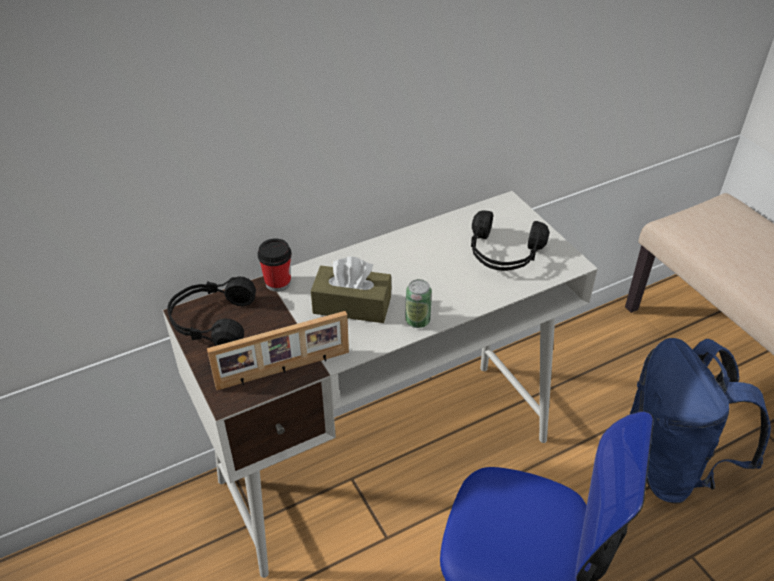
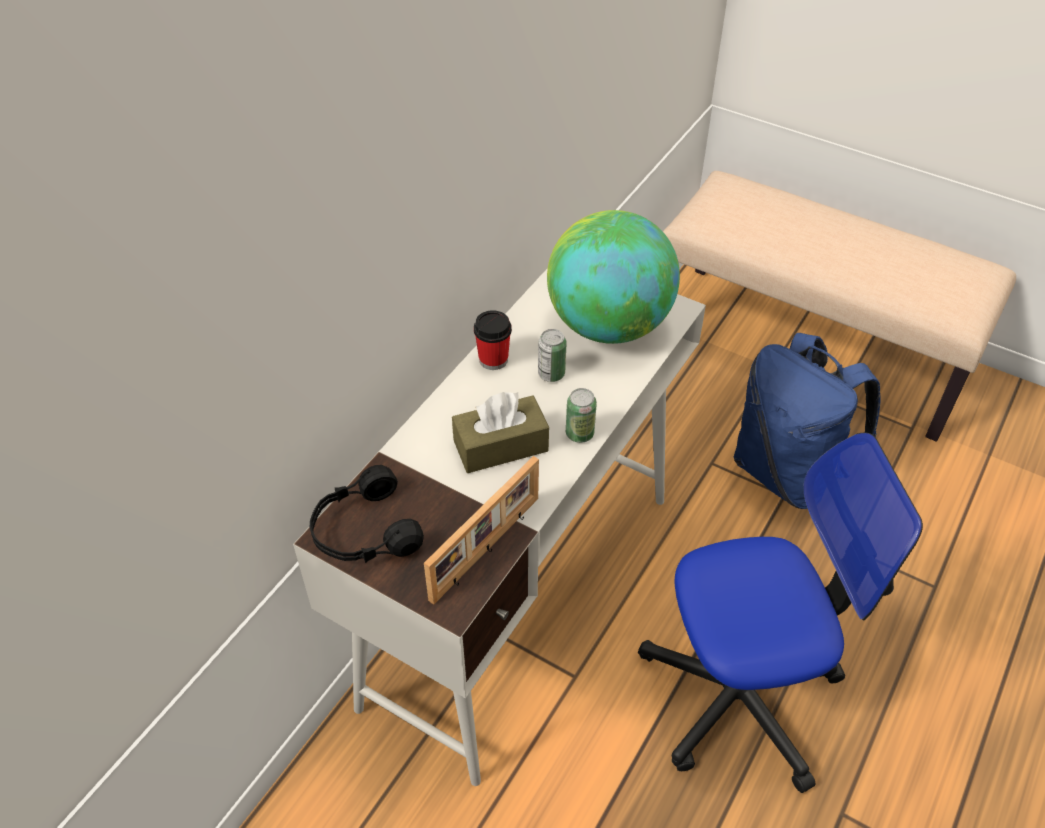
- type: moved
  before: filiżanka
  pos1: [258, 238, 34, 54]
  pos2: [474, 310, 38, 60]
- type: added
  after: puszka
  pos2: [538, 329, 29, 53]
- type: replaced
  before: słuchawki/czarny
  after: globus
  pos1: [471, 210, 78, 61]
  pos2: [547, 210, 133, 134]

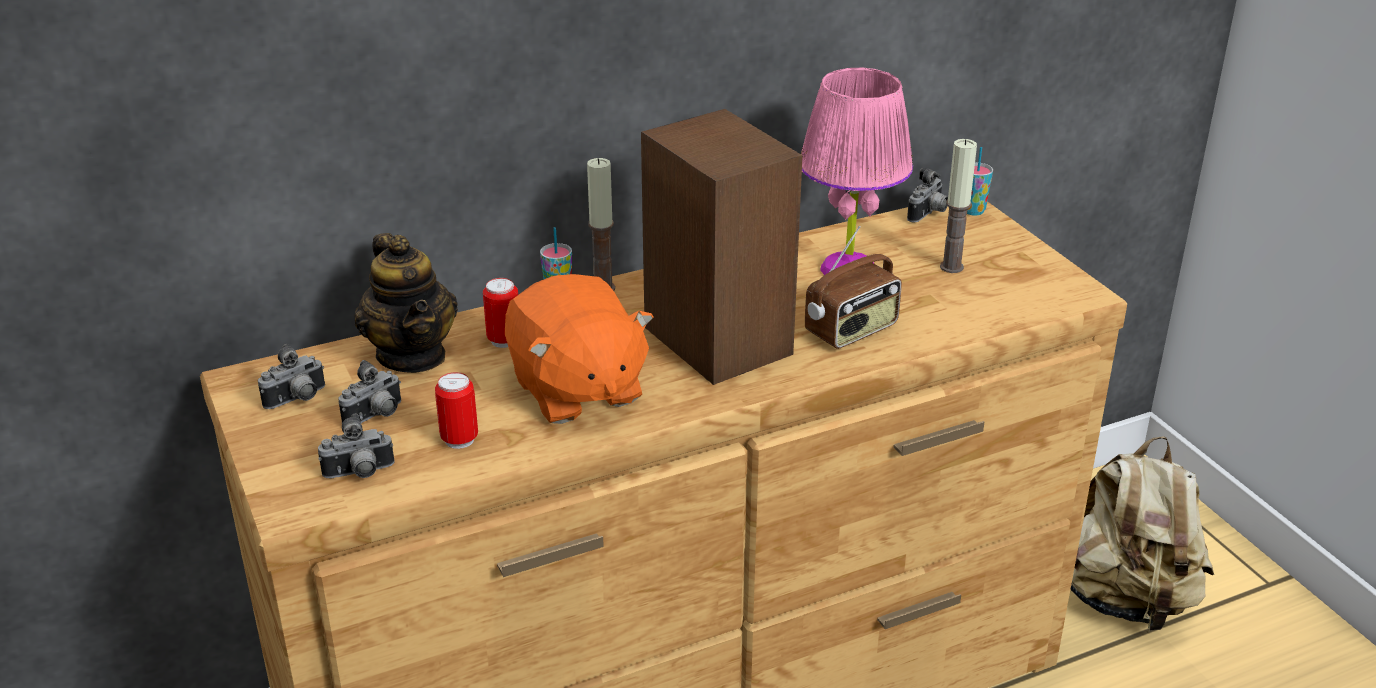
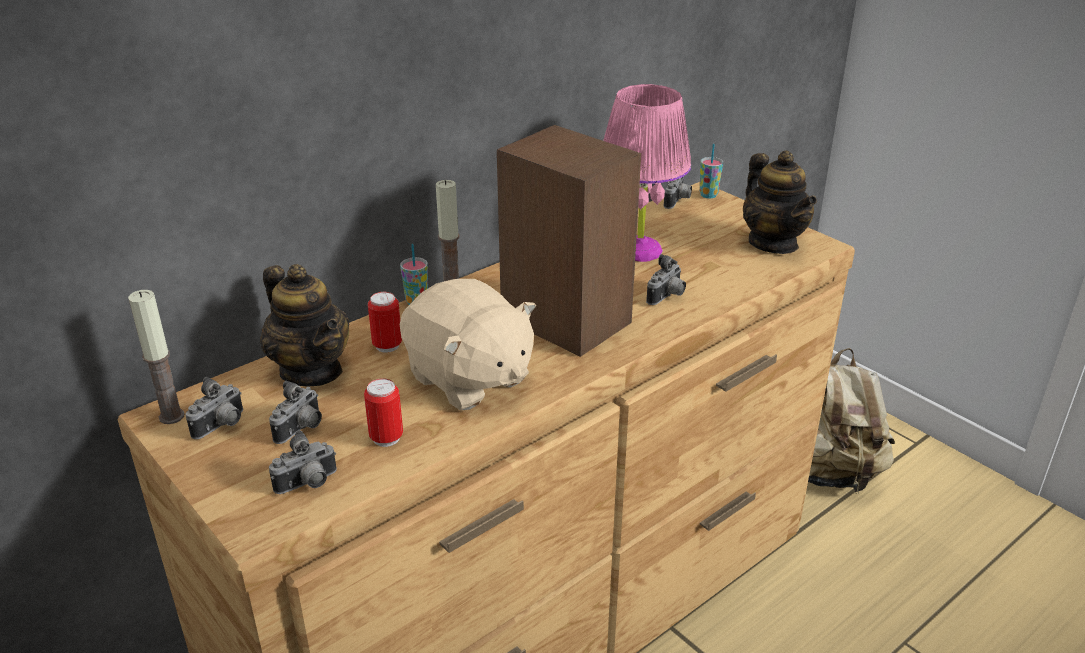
- type: moved
  before: świeca
  pos1: [940, 139, 37, 134]
  pos2: [128, 290, 57, 134]
- type: recoloured
  before: pluszak/pomarańczowy
  after: pluszak/beżowy
  pos1: [505, 274, 148, 150]
  pos2: [400, 279, 136, 131]
- type: replaced
  before: radio
  after: aparat fotograficzny
  pos1: [805, 226, 97, 123]
  pos2: [646, 254, 40, 51]
- type: added
  after: imbryk
  pos2: [743, 150, 74, 104]

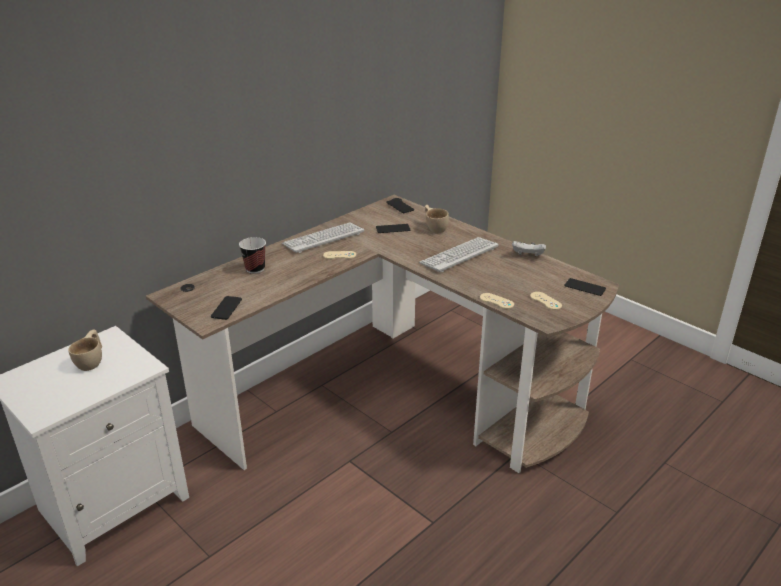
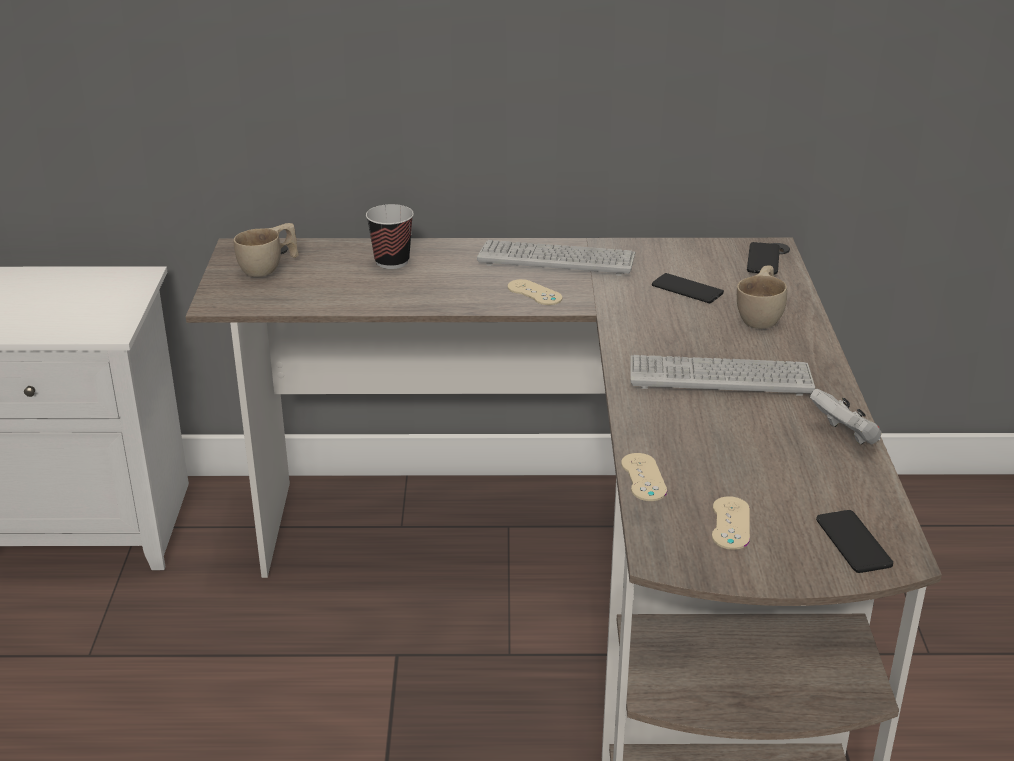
- type: moved
  before: filiżanka/beżowy
  pos1: [68, 329, 34, 42]
  pos2: [233, 223, 66, 54]
- type: removed
  before: telefon
  pos1: [211, 296, 31, 24]

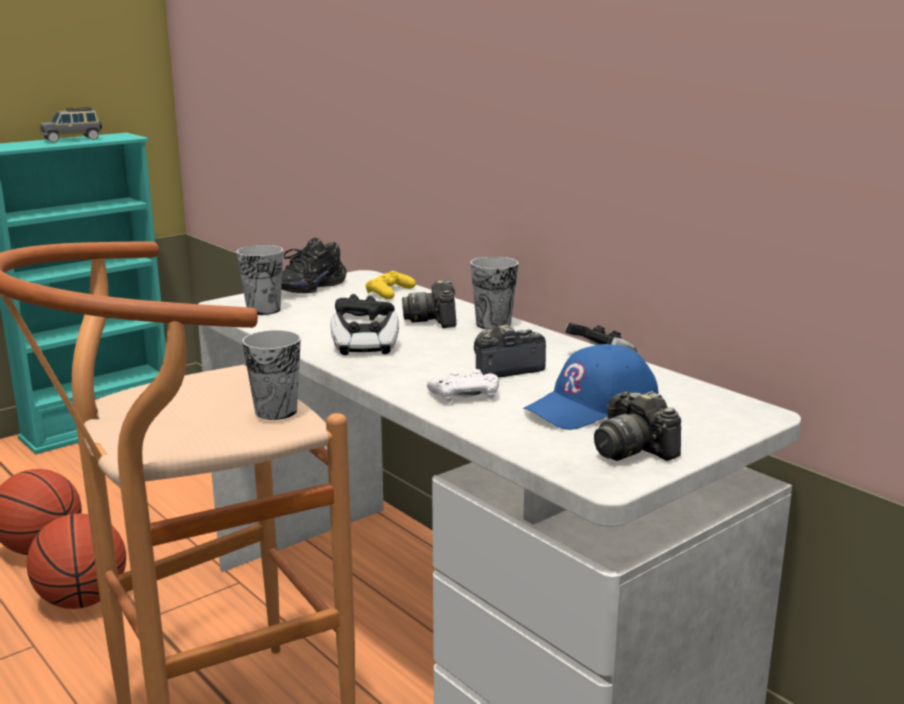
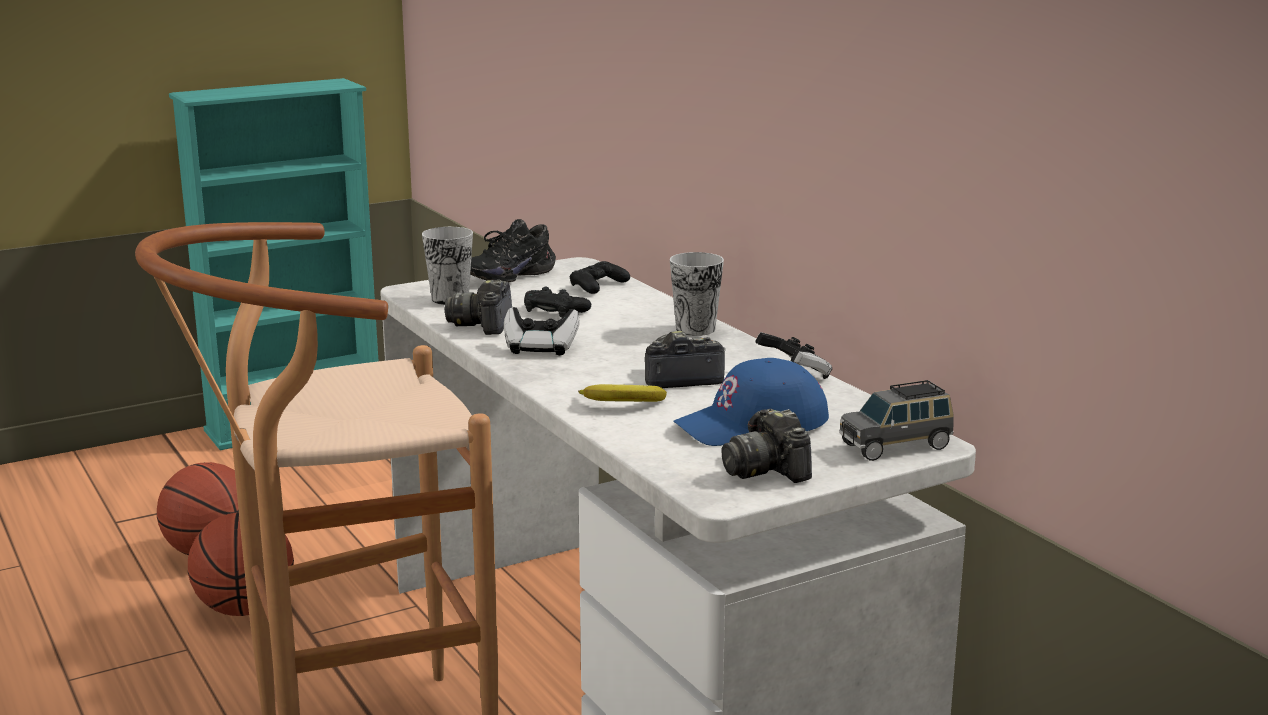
- type: moved
  before: aparat fotograficzny
  pos1: [402, 280, 54, 48]
  pos2: [445, 280, 67, 55]
- type: recoloured
  before: pad do gier/żółty
  after: pad do gier/czarny
  pos1: [366, 271, 50, 28]
  pos2: [570, 261, 60, 33]
- type: replaced
  before: pad do gier/biały
  after: banan
  pos1: [427, 369, 72, 34]
  pos2: [578, 384, 89, 18]
- type: moved
  before: samochodzik/szary
  pos1: [40, 107, 62, 35]
  pos2: [839, 380, 115, 81]
- type: removed
  before: filiżanka
  pos1: [242, 330, 59, 90]

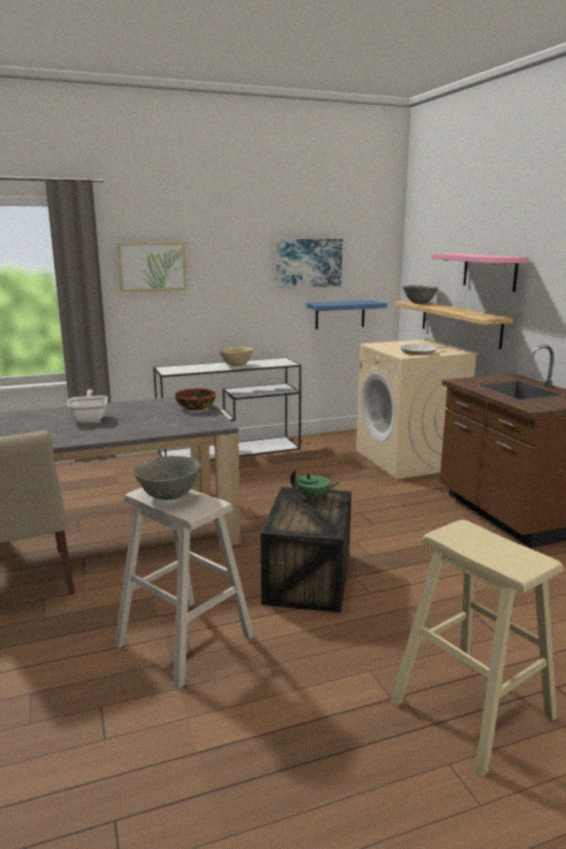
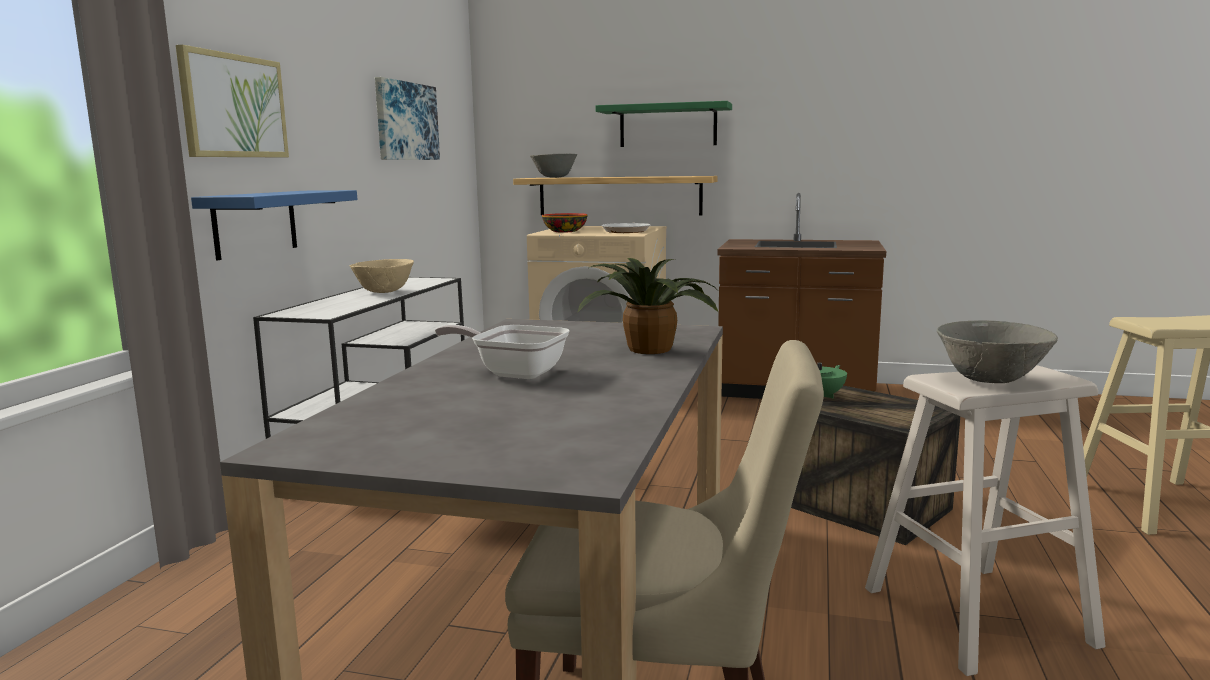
- type: moved
  before: półka/niebieski
  pos1: [307, 300, 80, 29]
  pos2: [191, 190, 166, 71]
- type: moved
  before: miska
  pos1: [175, 388, 41, 22]
  pos2: [542, 213, 45, 19]
- type: added
  after: roślina doniczkowa
  pos2: [577, 258, 141, 96]
- type: recoloured
  before: półka/różowy
  after: półka/zielony
  pos1: [432, 253, 96, 39]
  pos2: [596, 101, 136, 46]

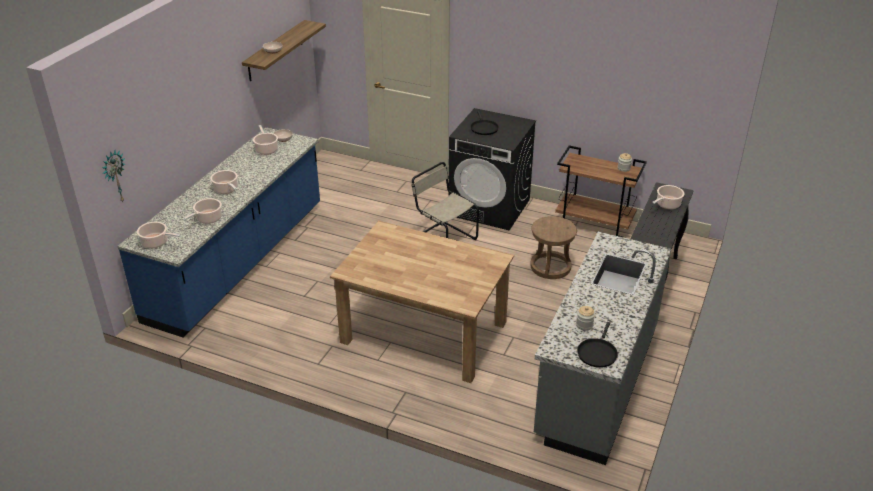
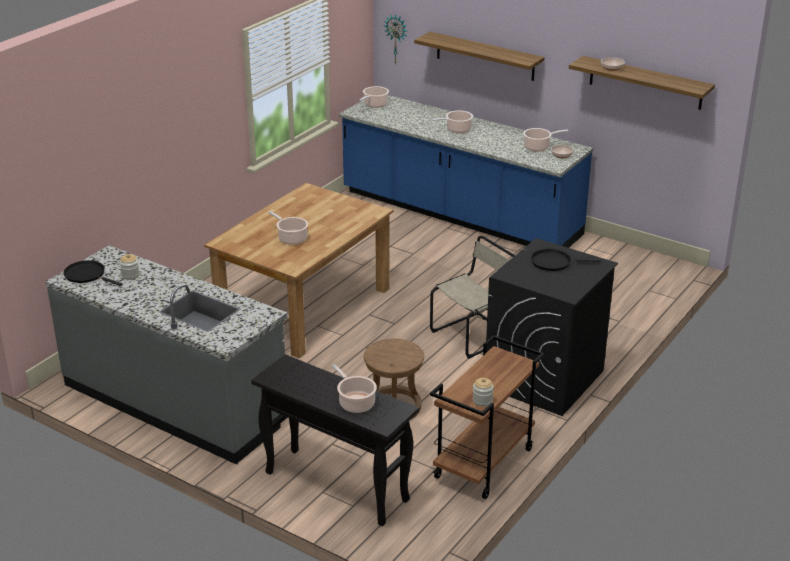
- type: moved
  before: garnek
  pos1: [182, 198, 40, 26]
  pos2: [268, 211, 40, 34]
- type: added
  after: półka
  pos2: [414, 32, 130, 49]

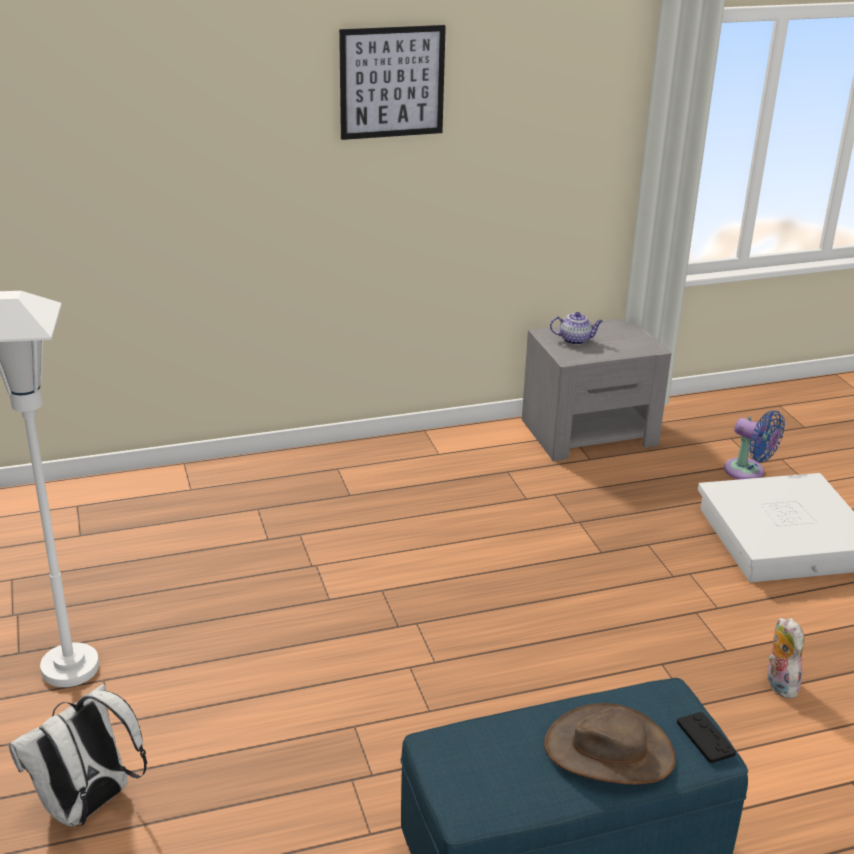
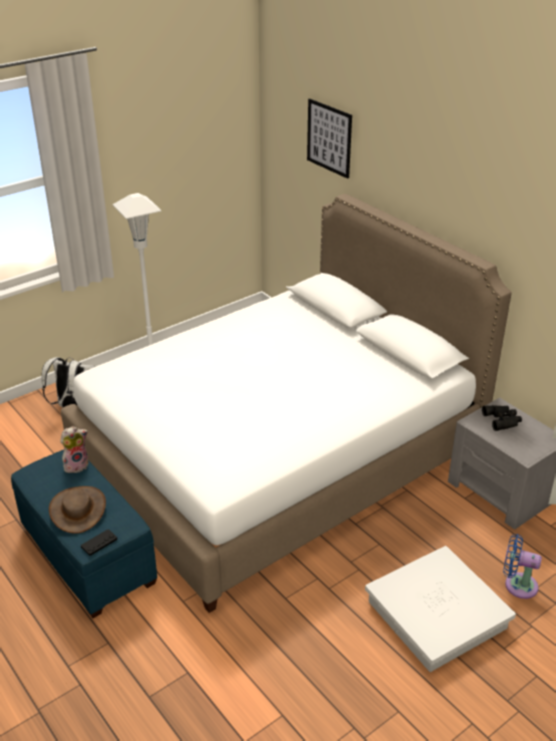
- type: moved
  before: pluszak
  pos1: [766, 618, 38, 81]
  pos2: [60, 426, 28, 47]
- type: added
  after: łóżko/biały
  pos2: [61, 194, 451, 419]
- type: moved
  before: obraz
  pos1: [339, 25, 107, 115]
  pos2: [307, 99, 45, 80]
- type: replaced
  before: imbryk
  after: lornetka/czarny
  pos1: [550, 312, 53, 33]
  pos2: [482, 405, 40, 26]
- type: turned
  before: wentylator/niebieski
  pos1: [724, 411, 61, 68]
  pos2: [503, 534, 39, 65]
  turn: 90

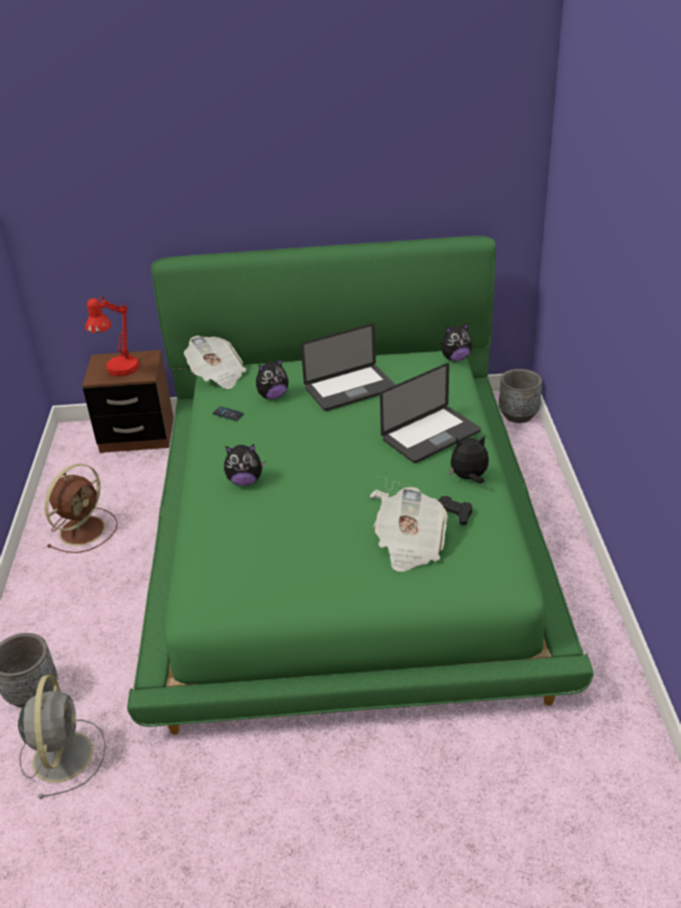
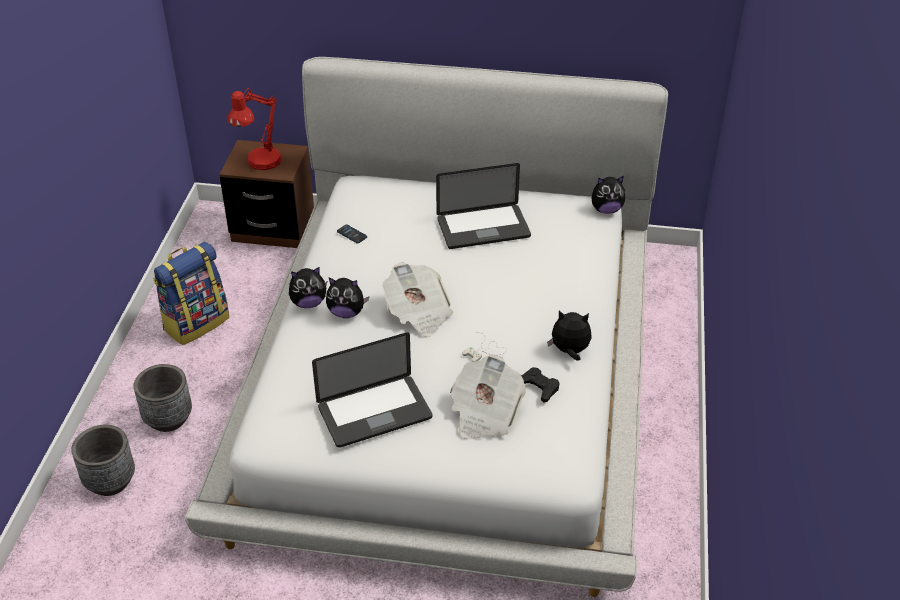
- type: moved
  before: donica/szary
  pos1: [499, 369, 43, 54]
  pos2: [134, 364, 58, 68]
- type: replaced
  before: wentylator/brązowy
  after: plecak
  pos1: [45, 464, 73, 89]
  pos2: [153, 242, 76, 103]
- type: recoloured
  before: łóżko/zielony
  after: łóżko/biały
  pos1: [127, 236, 467, 499]
  pos2: [185, 57, 483, 540]
- type: moved
  before: pluszak
  pos1: [256, 358, 33, 41]
  pos2: [289, 266, 38, 42]
- type: moved
  before: laptop
  pos1: [380, 363, 101, 100]
  pos2: [312, 332, 120, 116]
- type: moved
  before: gazeta
  pos1: [184, 336, 63, 53]
  pos2: [382, 262, 71, 75]
- type: removed
  before: wentylator/szary
  pos1: [18, 675, 88, 124]

